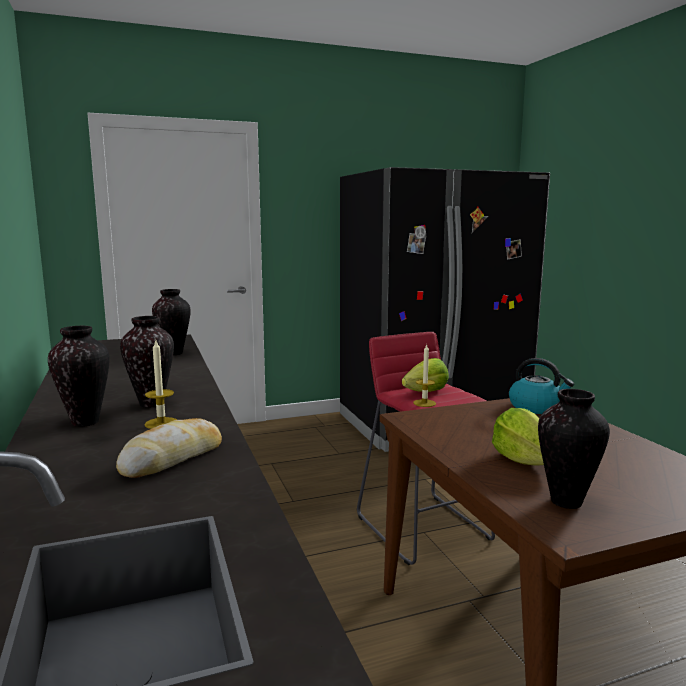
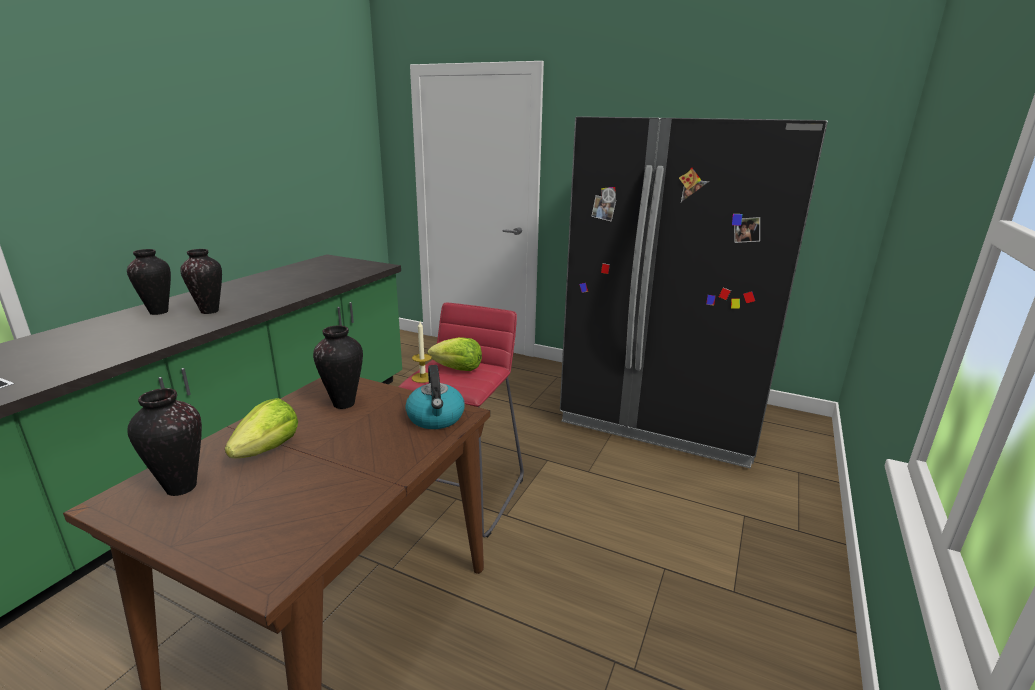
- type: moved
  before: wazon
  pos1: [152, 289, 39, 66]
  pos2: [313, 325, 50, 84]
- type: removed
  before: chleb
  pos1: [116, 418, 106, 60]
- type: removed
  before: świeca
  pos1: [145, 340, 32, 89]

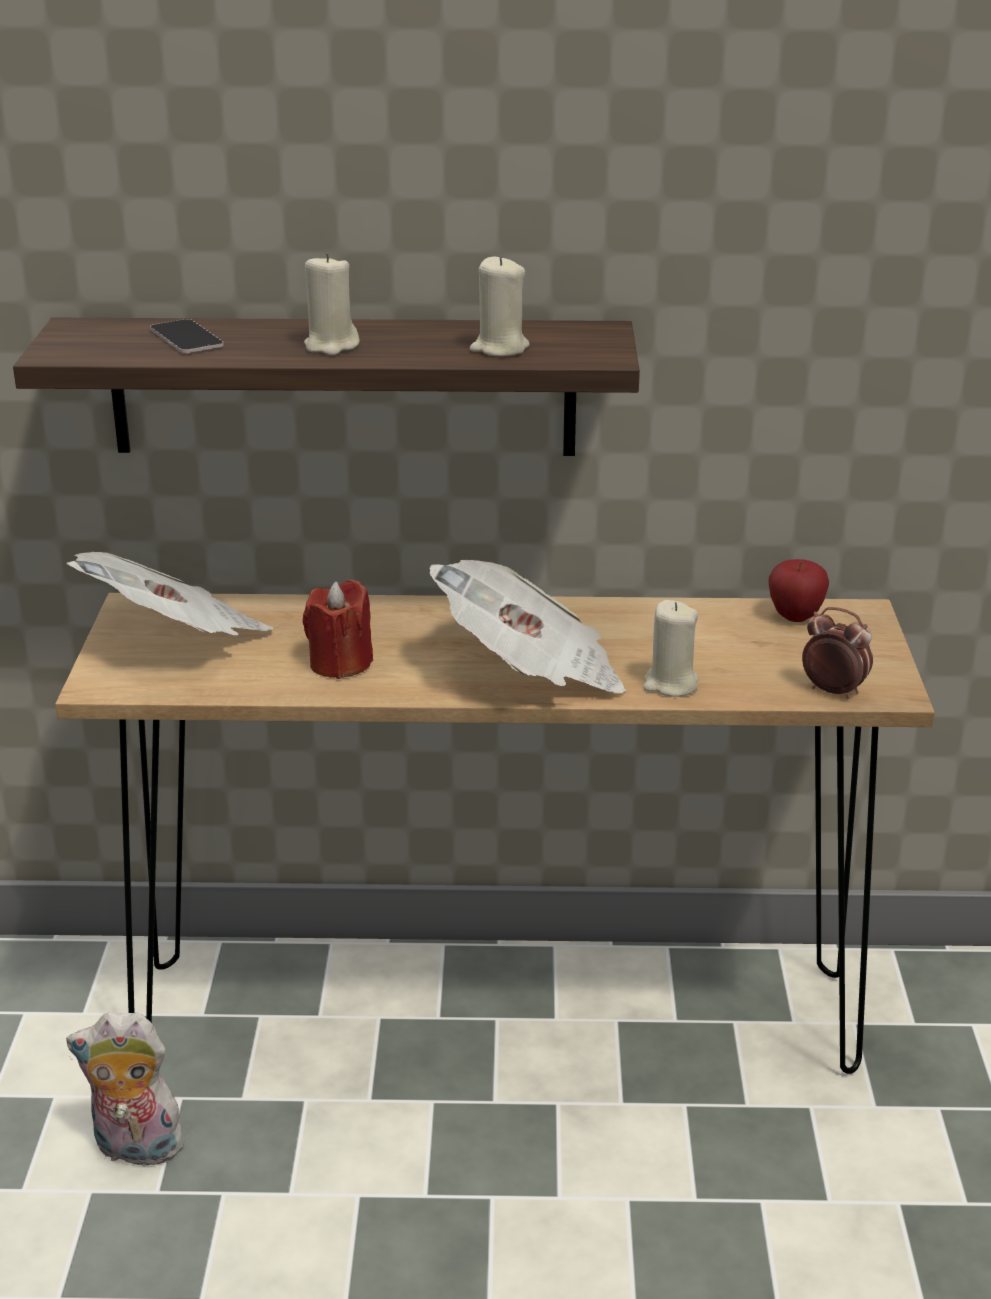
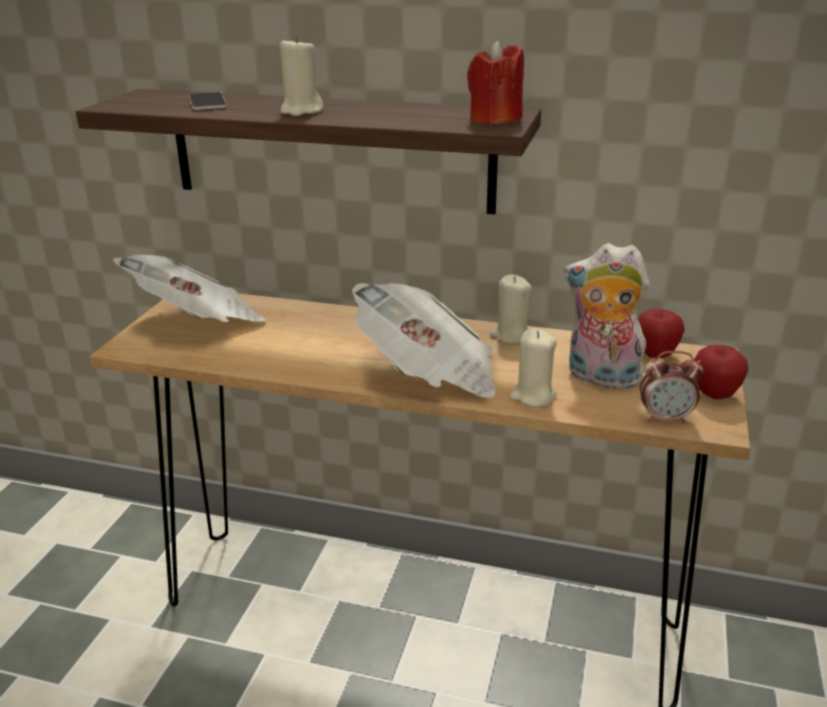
- type: moved
  before: świeca/czerwony
  pos1: [303, 580, 70, 99]
  pos2: [467, 41, 57, 84]
- type: moved
  before: świeca/beżowy
  pos1: [470, 256, 59, 101]
  pos2: [490, 274, 42, 70]
- type: moved
  before: pluszak
  pos1: [66, 1012, 127, 160]
  pos2: [564, 243, 86, 149]
- type: turned
  before: budzik
  pos1: [802, 607, 71, 92]
  pos2: [640, 351, 63, 73]
  turn: 135
- type: added
  after: jabłko
  pos2: [694, 345, 55, 54]

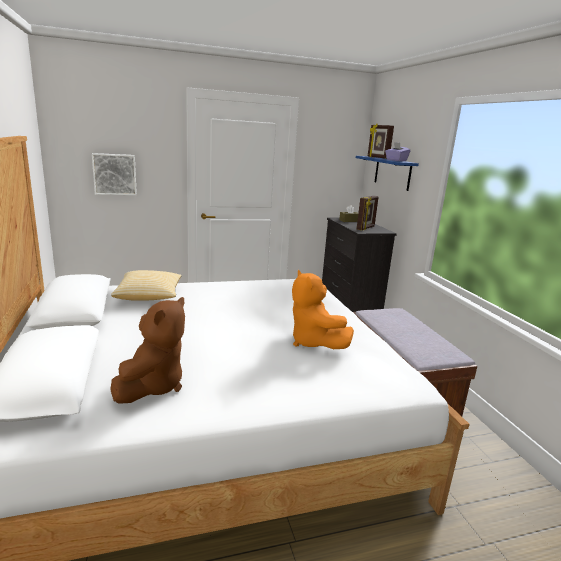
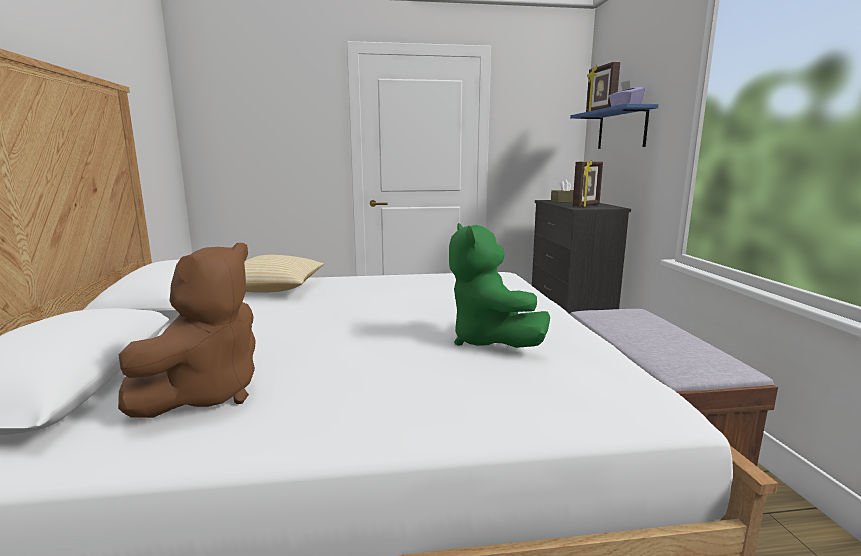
- type: recoloured
  before: pluszak/pomarańczowy
  after: pluszak/zielony
  pos1: [292, 270, 62, 79]
  pos2: [449, 223, 101, 125]
- type: removed
  before: obraz
  pos1: [92, 153, 45, 42]

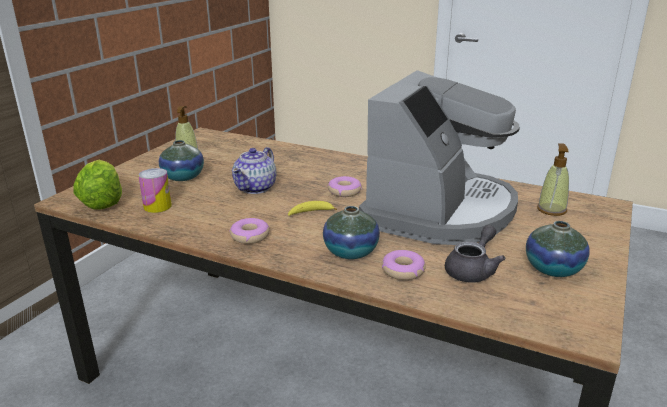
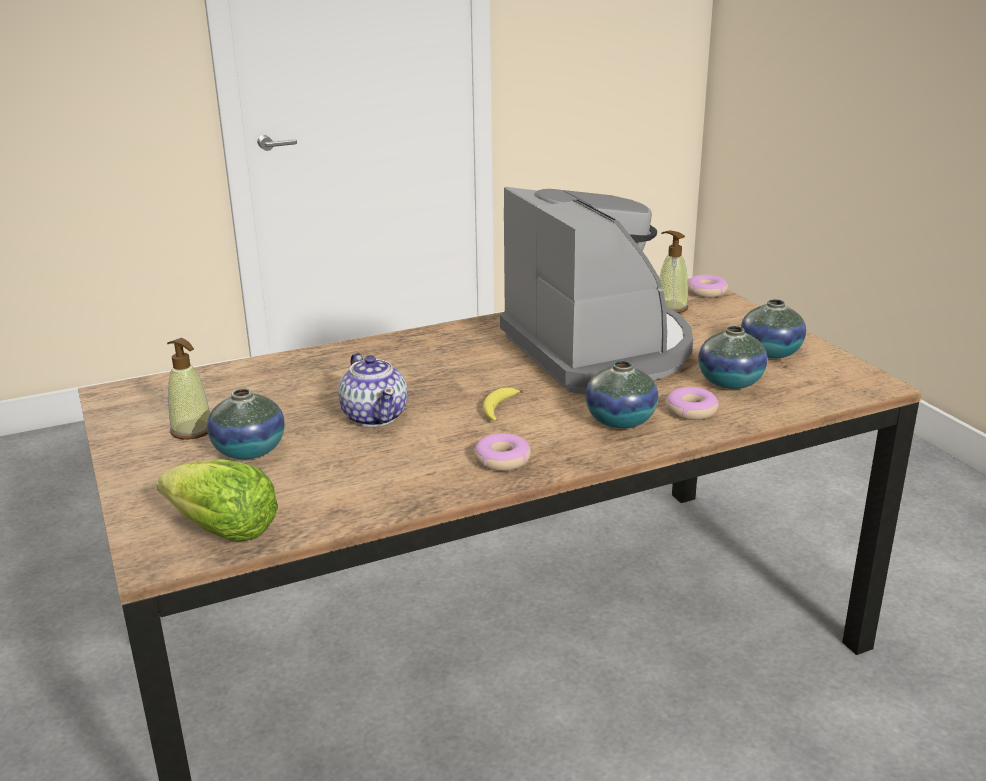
- type: moved
  before: donut
  pos1: [328, 176, 34, 21]
  pos2: [688, 275, 40, 23]
- type: replaced
  before: imbryk/szary
  after: wazon
  pos1: [445, 225, 60, 58]
  pos2: [698, 326, 70, 63]
- type: removed
  before: puszka
  pos1: [138, 168, 34, 45]

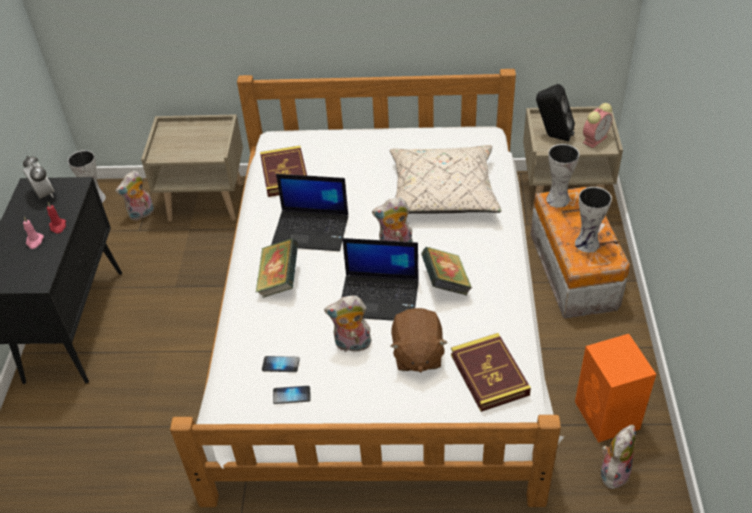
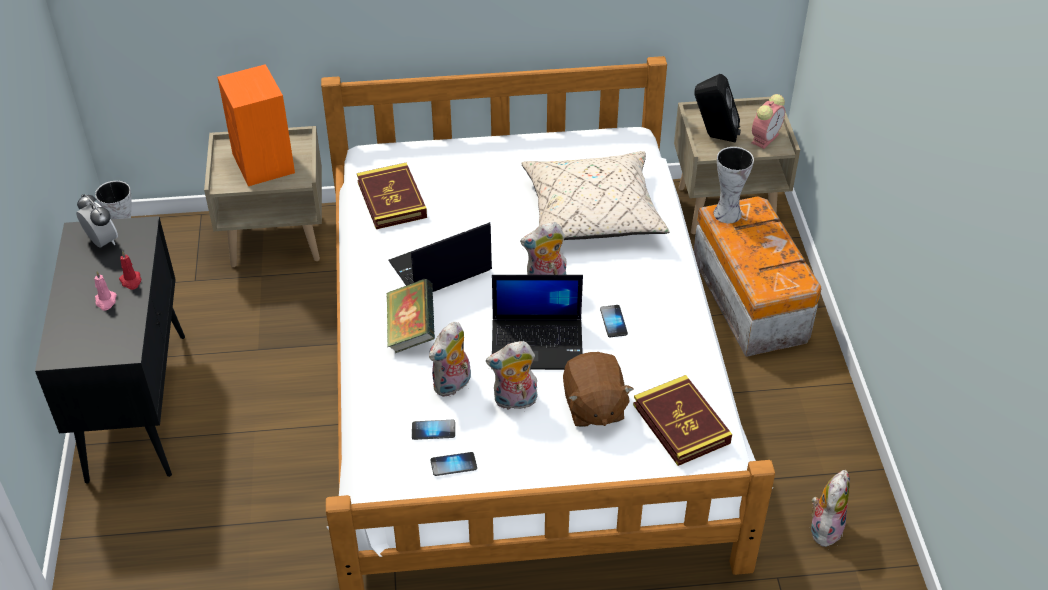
- type: moved
  before: głośnik/pomarańczowy
  pos1: [575, 334, 81, 109]
  pos2: [217, 64, 78, 122]
- type: turned
  before: laptop
  pos1: [271, 174, 77, 77]
  pos2: [388, 222, 104, 70]
  turn: 150
- type: moved
  before: pluszak
  pos1: [116, 171, 38, 50]
  pos2: [429, 322, 42, 75]
- type: replaced
  before: książka
  after: telefon
  pos1: [421, 247, 51, 48]
  pos2: [600, 305, 28, 32]
- type: removed
  before: wazon
  pos1: [575, 187, 37, 66]

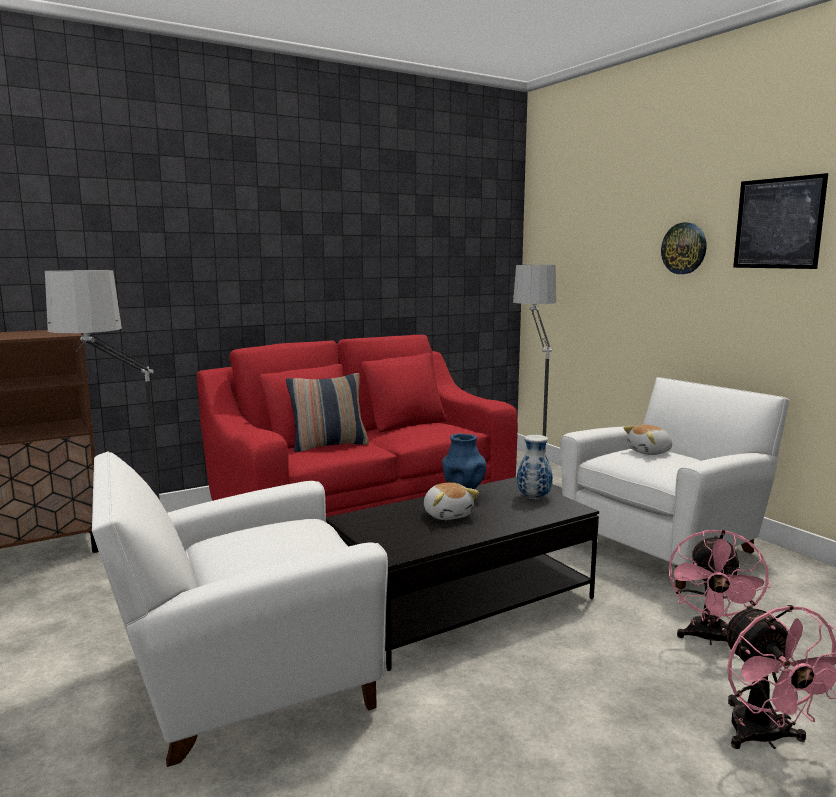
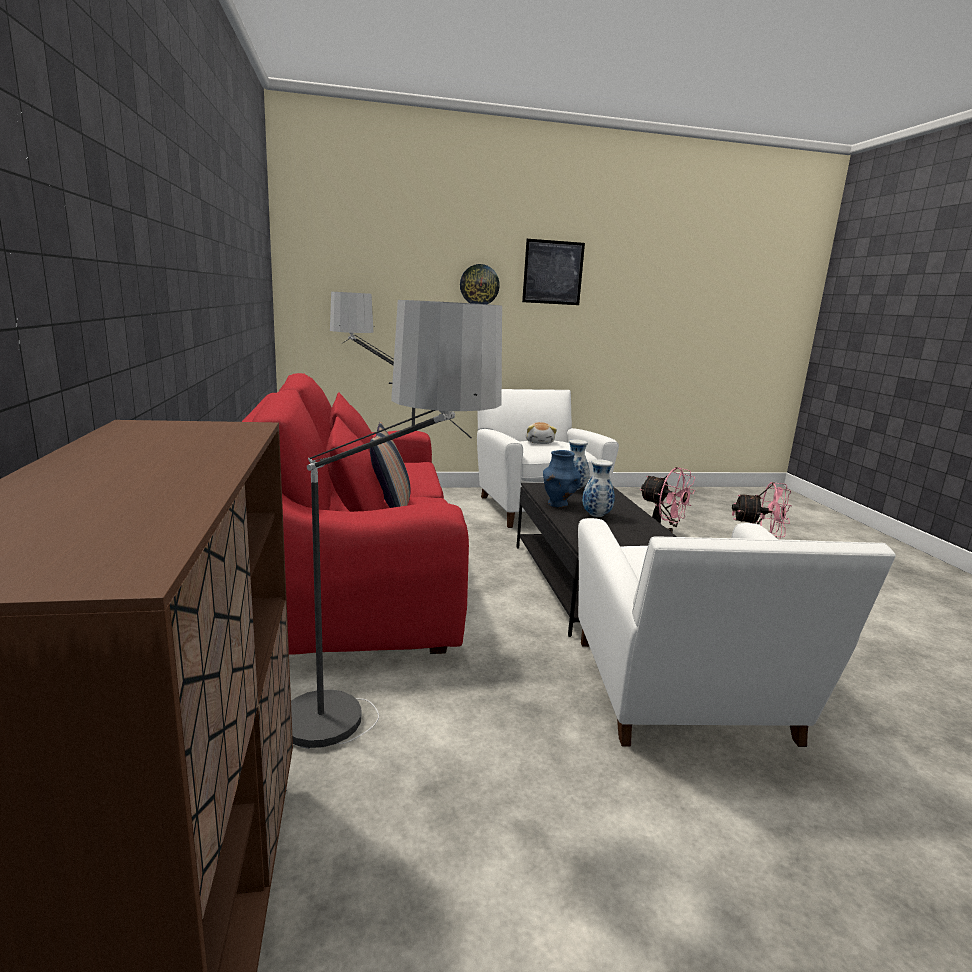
- type: replaced
  before: pluszak
  after: wazon
  pos1: [424, 482, 55, 38]
  pos2: [582, 459, 33, 58]

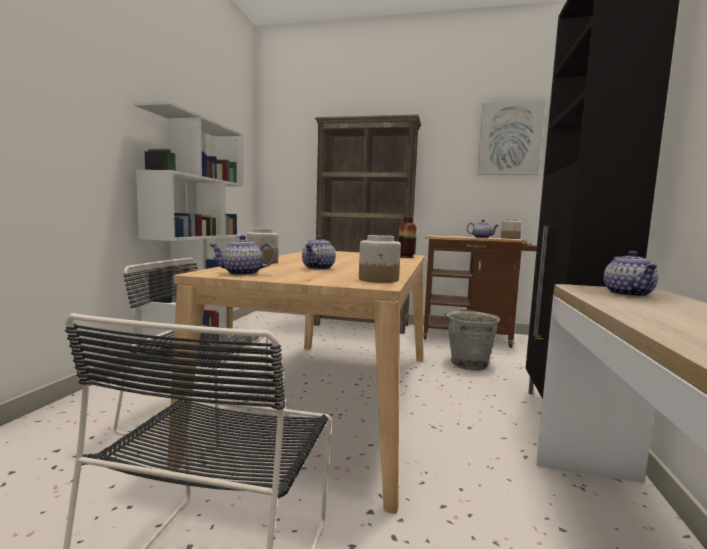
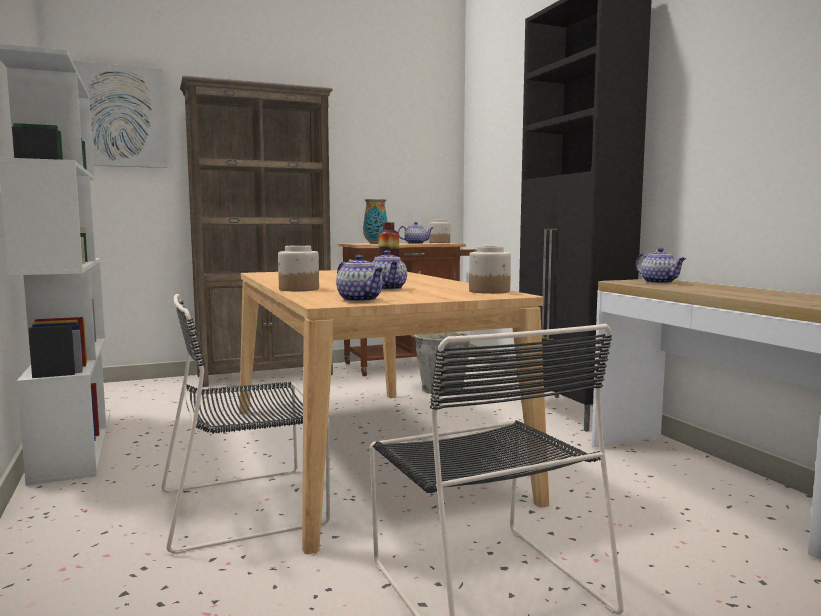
- type: moved
  before: obraz
  pos1: [478, 101, 68, 74]
  pos2: [73, 61, 94, 107]
- type: turned
  before: imbryk
  pos1: [210, 235, 66, 40]
  pos2: [336, 255, 47, 47]
  turn: -90
- type: added
  after: wazon
  pos2: [363, 199, 24, 45]

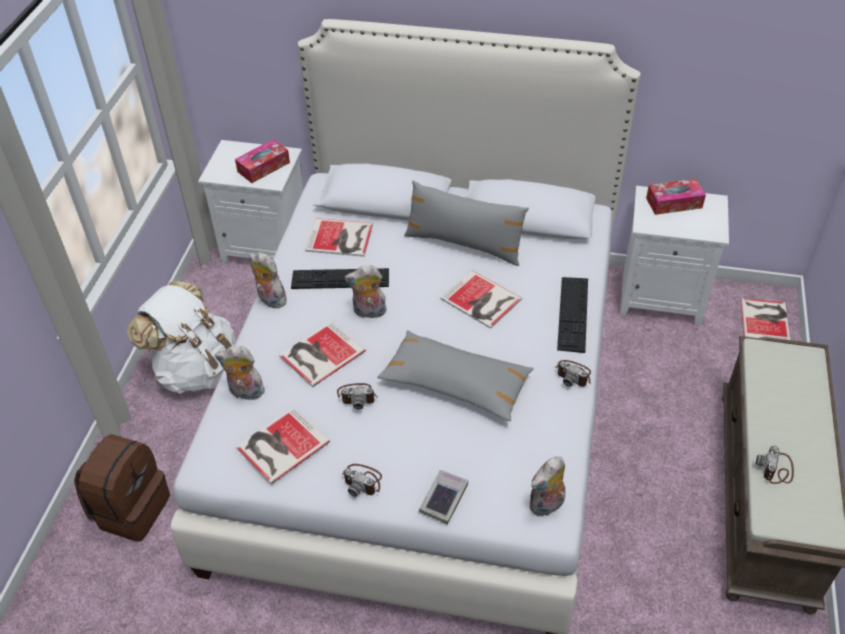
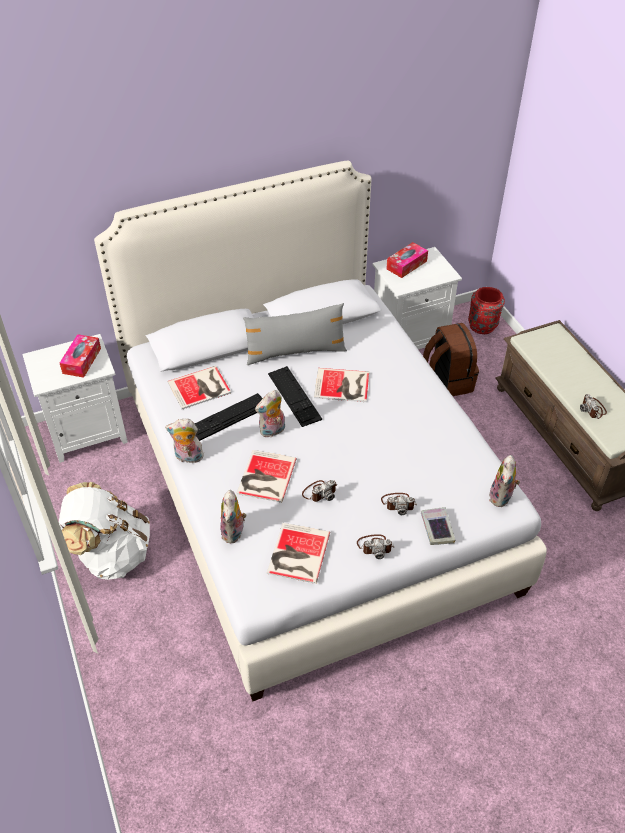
- type: turned
  before: pluszak
  pos1: [215, 346, 50, 54]
  pos2: [220, 490, 26, 53]
  turn: -60
- type: moved
  before: klawiatura
  pos1: [557, 277, 31, 76]
  pos2: [268, 366, 54, 61]
- type: moved
  before: aparat fotograficzny
  pos1: [556, 360, 35, 27]
  pos2: [381, 493, 36, 22]
- type: moved
  before: plecak/brązowy
  pos1: [74, 434, 96, 108]
  pos2: [423, 323, 56, 73]
- type: replaced
  before: książka
  after: wazon/czerwony
  pos1: [741, 298, 49, 42]
  pos2: [468, 287, 37, 47]
- type: removed
  before: poduszka/szary
  pos1: [377, 330, 157, 91]

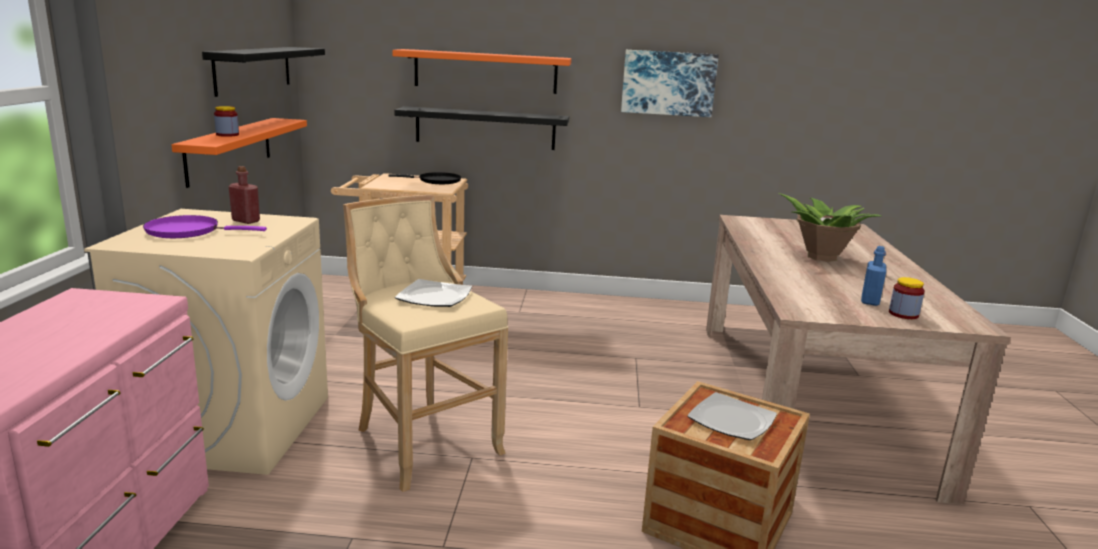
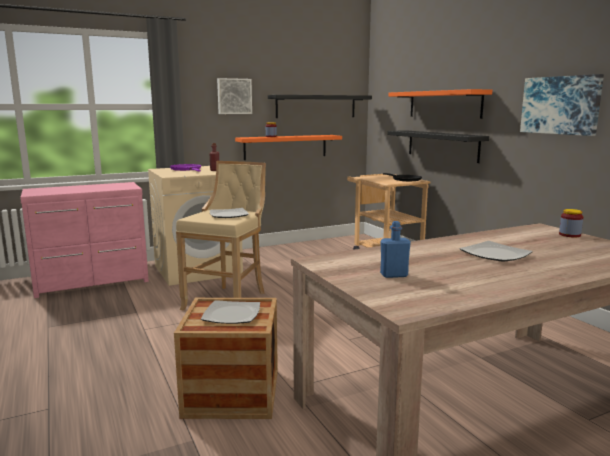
- type: added
  after: obraz
  pos2: [217, 78, 35, 36]
- type: replaced
  before: roślina doniczkowa
  after: talerz
  pos1: [778, 193, 104, 69]
  pos2: [459, 241, 74, 21]
- type: moved
  before: słoik
  pos1: [889, 277, 36, 42]
  pos2: [559, 209, 24, 28]

